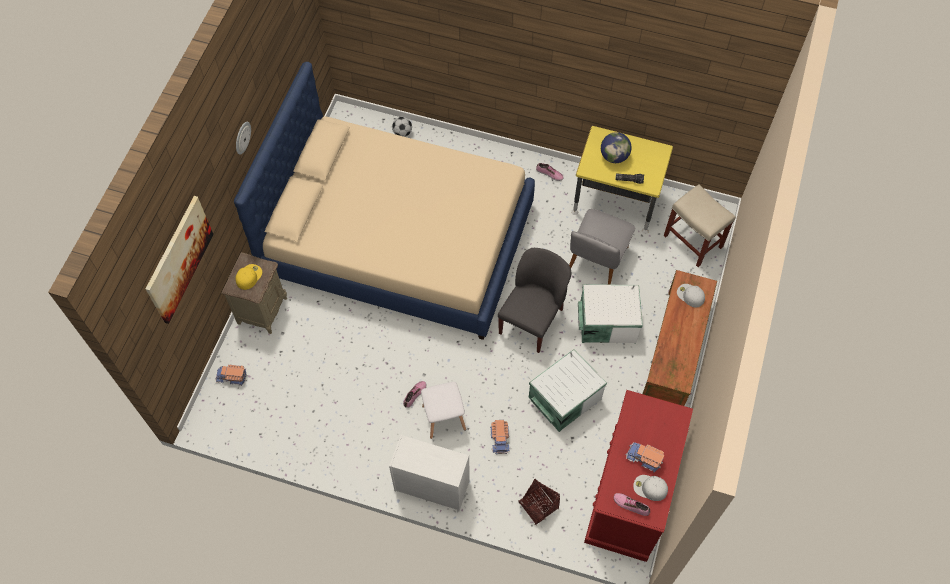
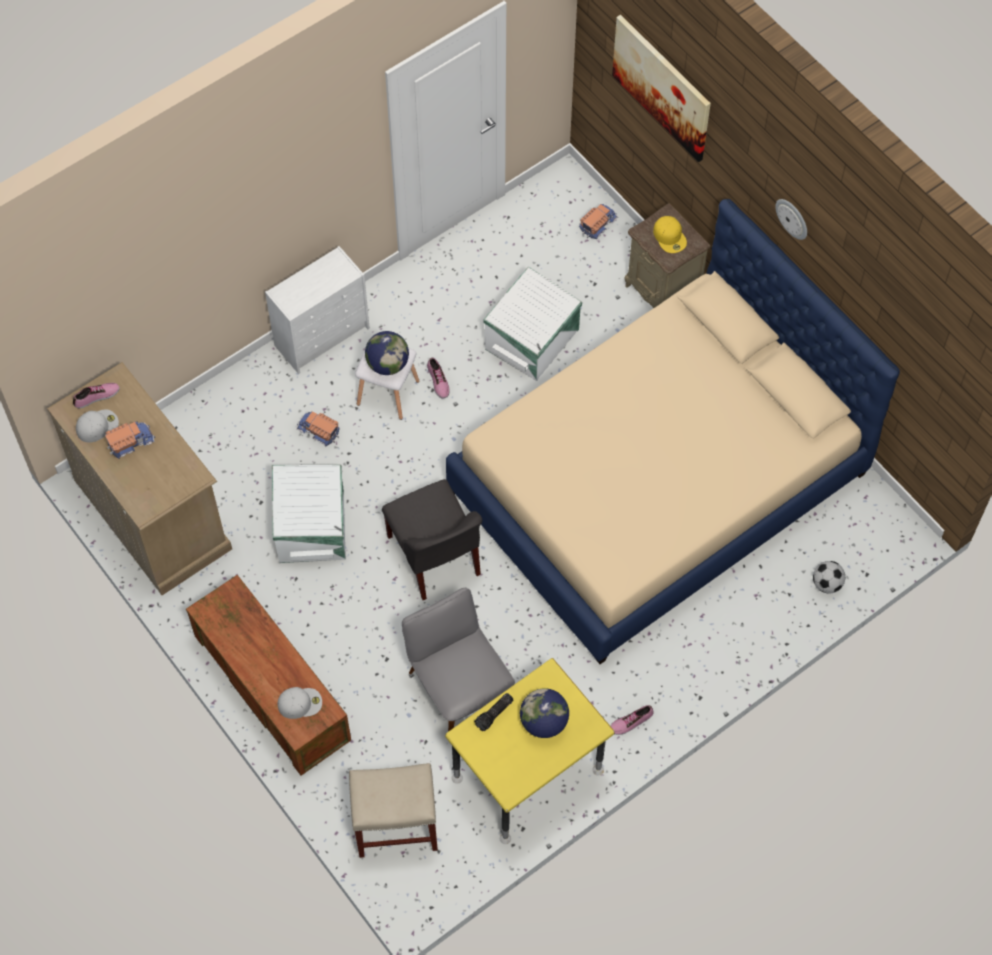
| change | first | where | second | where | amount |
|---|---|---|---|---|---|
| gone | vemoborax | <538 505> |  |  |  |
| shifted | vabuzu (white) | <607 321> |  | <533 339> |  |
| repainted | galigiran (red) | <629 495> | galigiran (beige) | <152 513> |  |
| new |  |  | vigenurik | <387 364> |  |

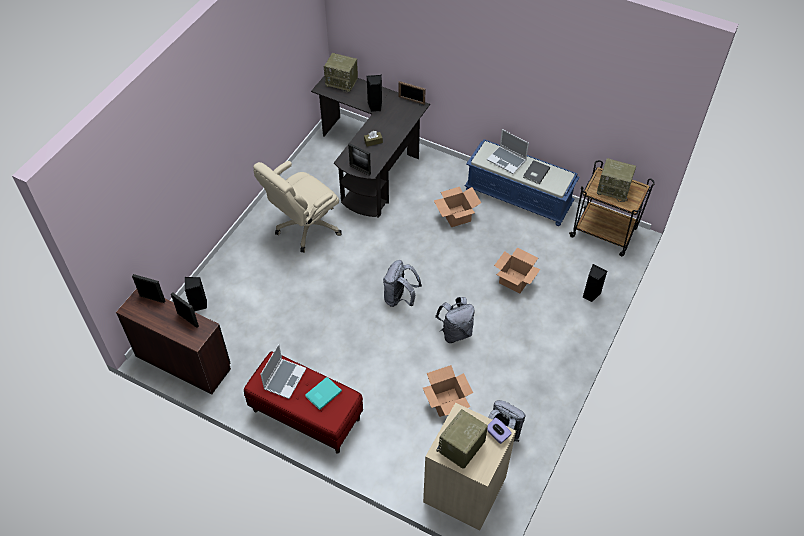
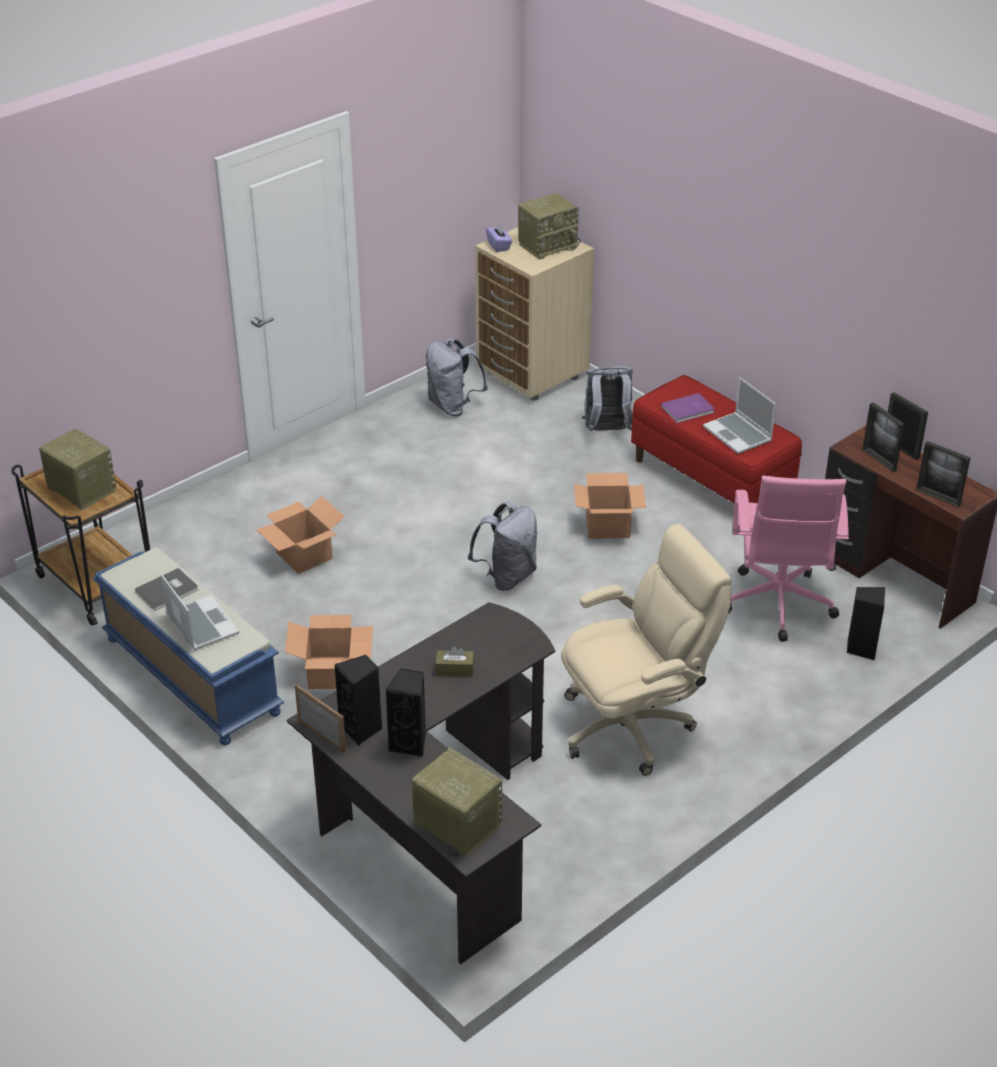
| change | first | where | second | where | amount |
|---|---|---|---|---|---|
| rotated | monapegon | <284 378> |  | <738 434> | 75 degrees counterclockwise |
| repainted | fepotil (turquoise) | <322 393> | fepotil (purple) | <688 410> |  |
| shifted | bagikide | <360 170> |  | <901 449> |  |
| shifted | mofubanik | <447 402> |  | <607 526> |  |
| shifted | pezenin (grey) | <455 332> |  | <607 431> |  |
| shifted | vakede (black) | <590 294> |  | <362 730> |  |
| new |  |  | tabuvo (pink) | <778 608> |  |

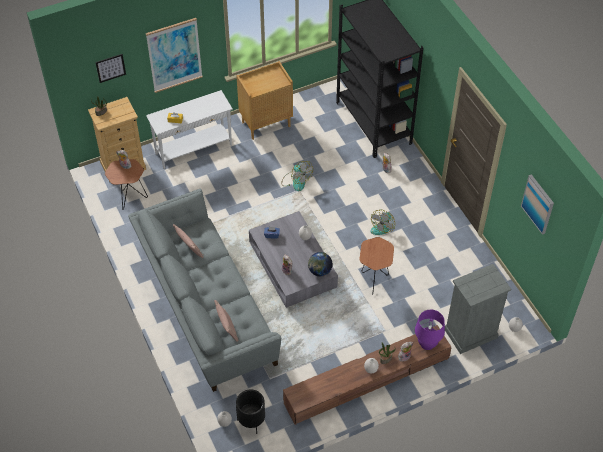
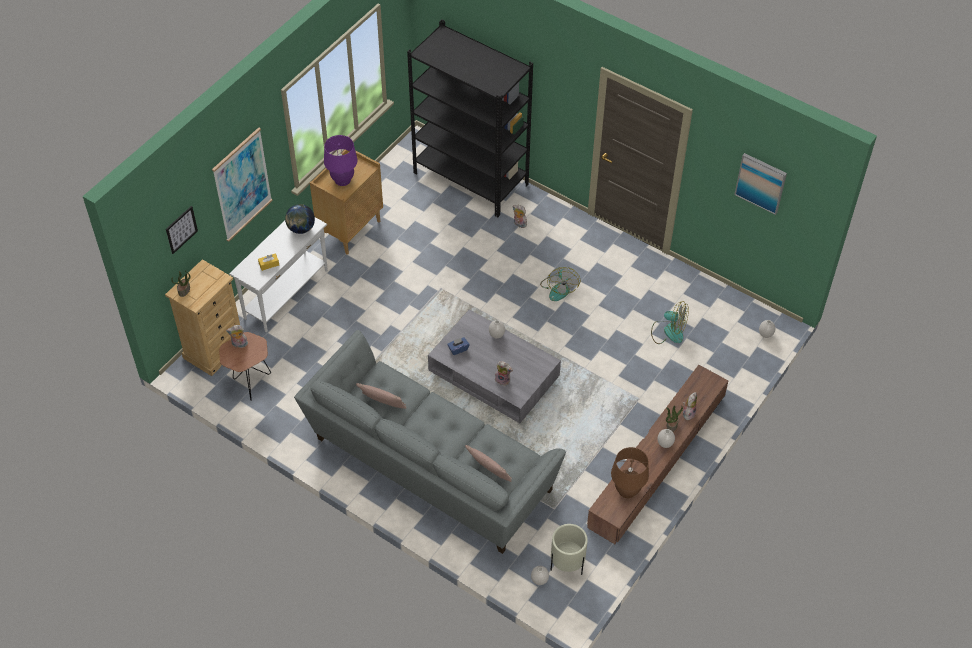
| change | first | where | second | where | amount |
|---|---|---|---|---|---|
| repainted | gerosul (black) | <251 421> | gerosul (beige) | <567 564> |  |
| shifted | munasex | <296 181> |  | <668 331> |  |
| shifted | vigenurik | <320 271> |  | <301 228> |  |
| gone | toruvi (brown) | <374 279> |  |  |  |
| shifted | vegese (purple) | <427 343> |  | <342 180> |  |
| gone | galigiran (grey) | <470 333> |  |  |  |
| new |  |  | vegese (brown) | <627 490> |  |

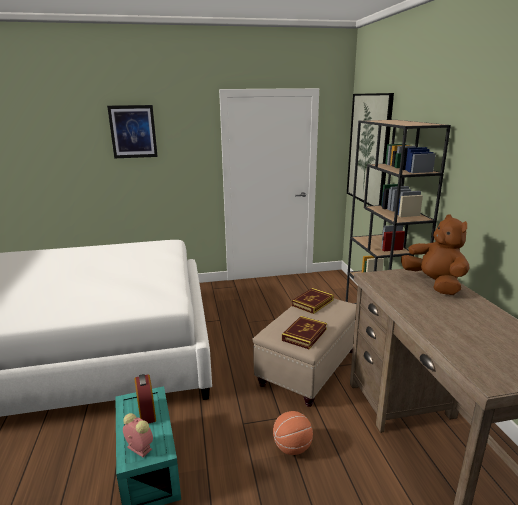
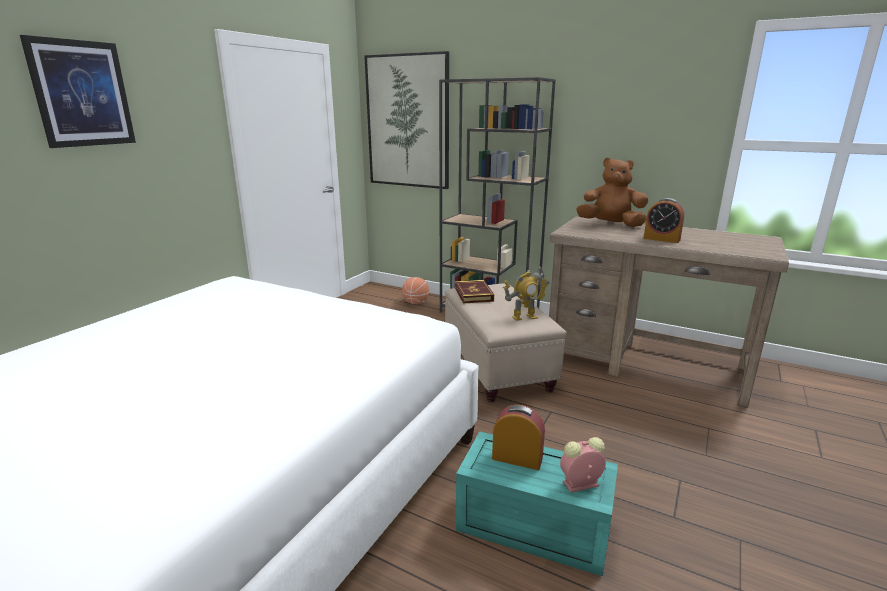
| change | first | where | second | where | amount |
|---|---|---|---|---|---|
| shifted | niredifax | <292 447> |  | <416 303> |  |
| swapped | fepotil | <304 334> | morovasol | <524 317> |  |
| new |  |  | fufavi | <661 239> |  |

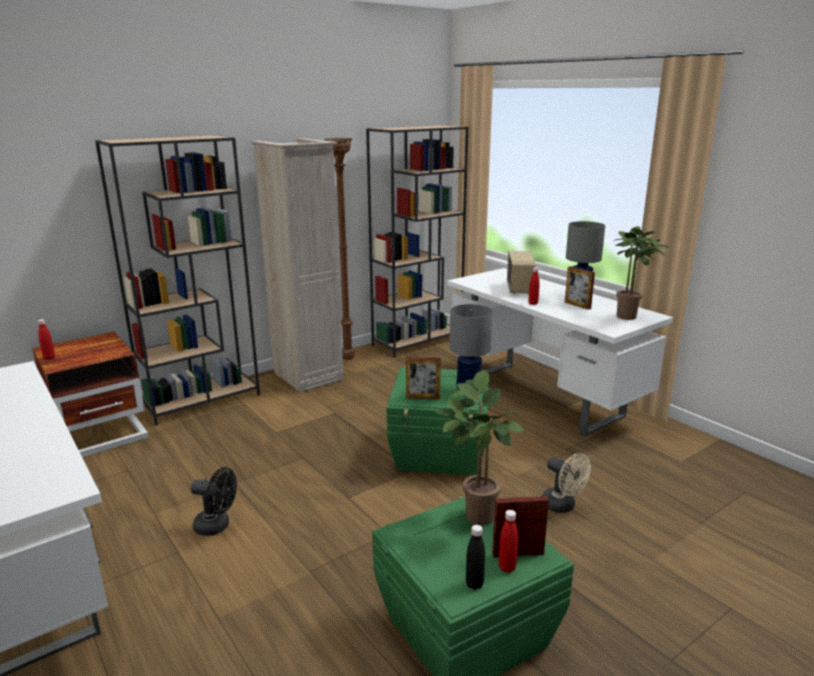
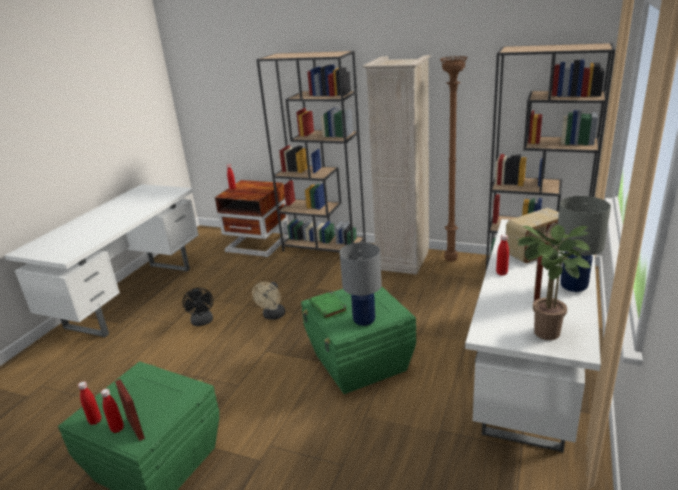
| change | first | where | second | where | amount |
|---|---|---|---|---|---|
| swapped | bagikide | <423 397> | fepotil (green) | <328 308> |  |
| gone | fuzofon | <475 514> |  |  |  |
| repainted | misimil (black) | <474 584> | misimil (red) | <95 421> |  |
| shifted | munasex (beige) | <562 506> |  | <272 316> |  |

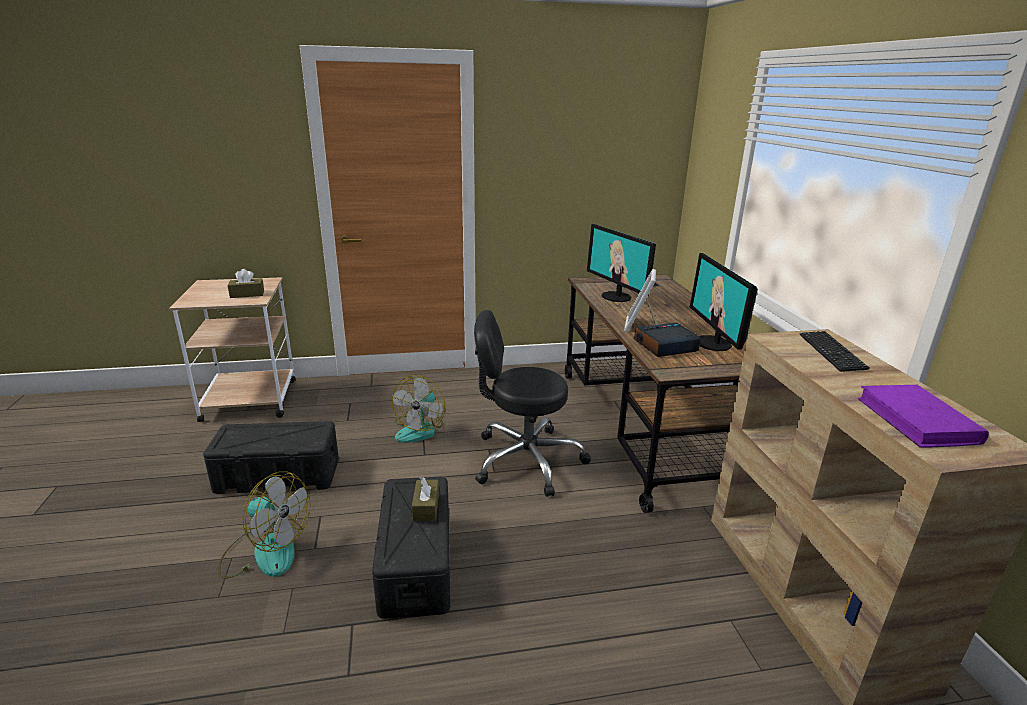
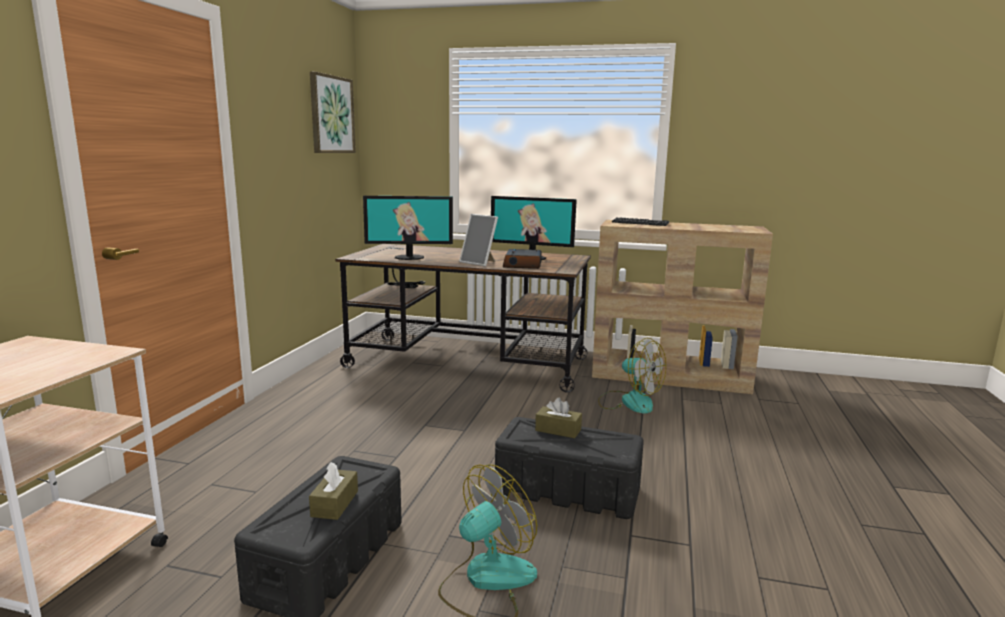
| change | first | where | second | where | amount |
|---|---|---|---|---|---|
| shifted | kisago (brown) | <247 294> |  | <335 503> |  |
| shifted | munasex | <420 429> |  | <629 401> |  |
| gone | tabuvo (black) | <521 460> |  |  |  |
| gone | fepotil (purple) | <917 420> |  |  |  |
| new |  |  | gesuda | <331 114> |  |

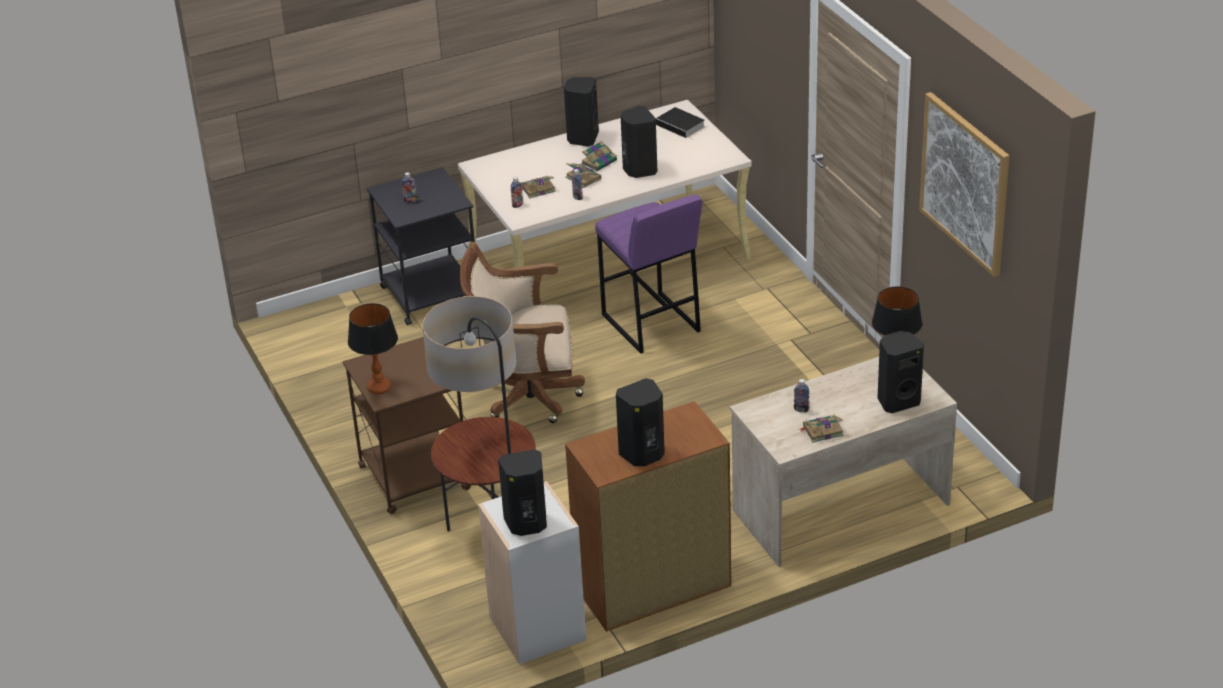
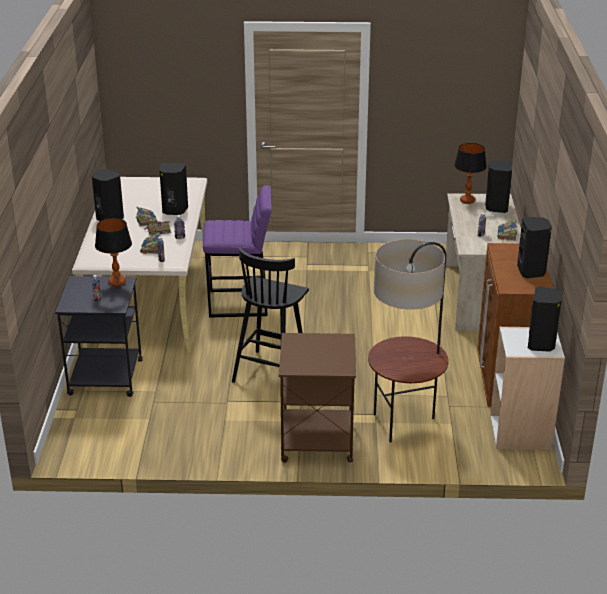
| change | first | where | second | where | amount |
|---|---|---|---|---|---|
| shifted | vegese | <379 388> |  | <117 282> |  |
| swapped | tabuvo | <526 397> | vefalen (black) | <270 370> |  |
| gone | fepotil | <681 126> |  |  |  |
| gone | gesuda | <965 183> |  |  |  |

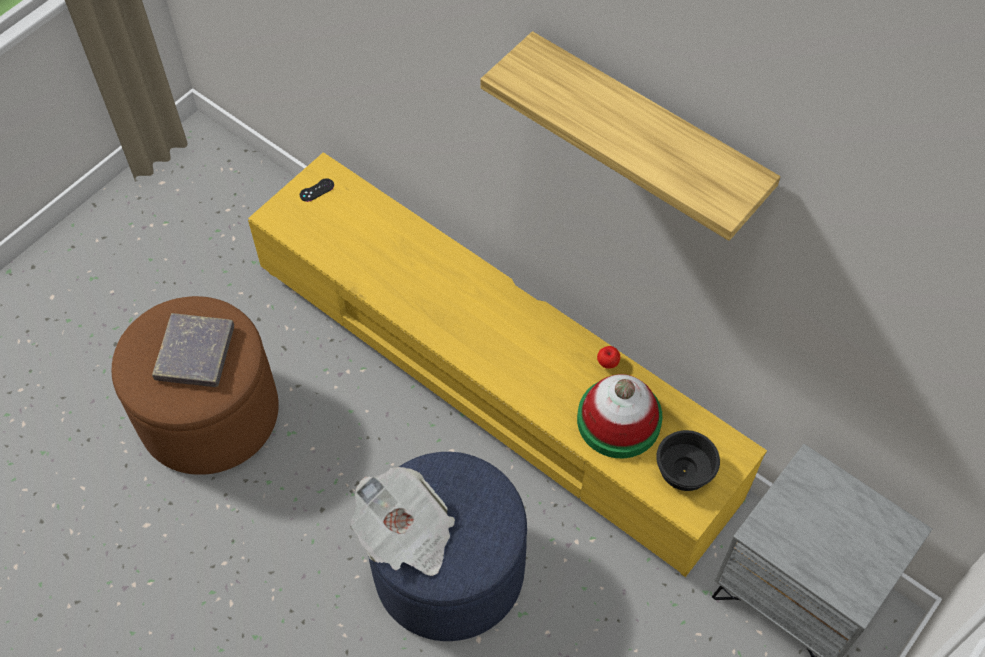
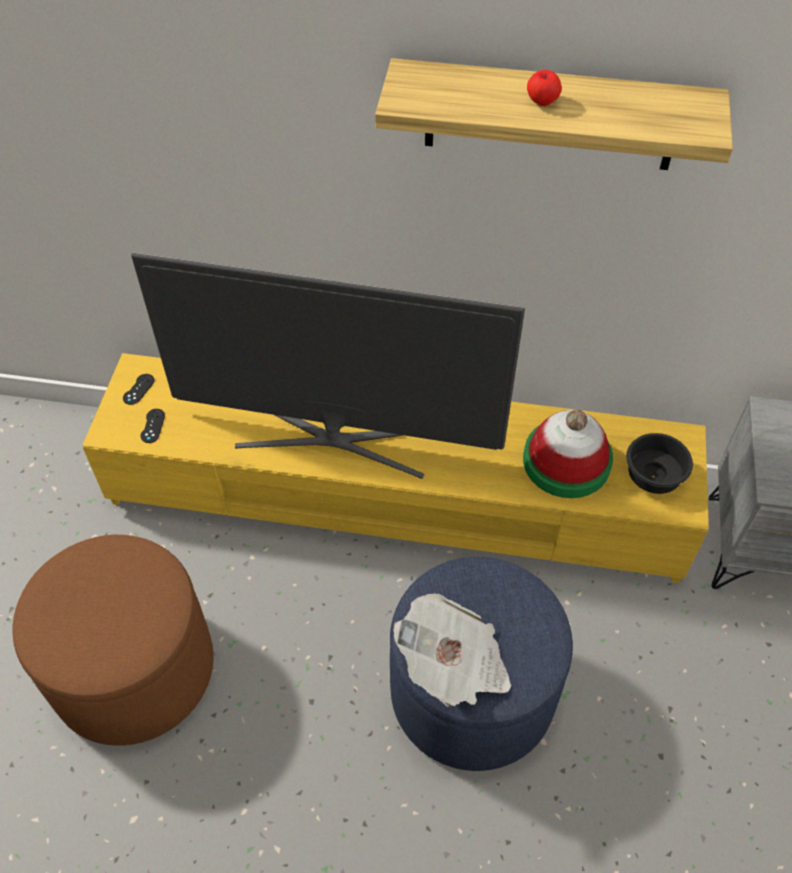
| change | first | where | second | where | amount |
|---|---|---|---|---|---|
| gone | fepotil (grey) | <195 353> |  |  |  |
| shifted | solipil | <608 362> |  | <542 101> |  |
| new |  |  | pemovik | <336 437> |  |
| new |  |  | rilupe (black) | <152 426> |  |

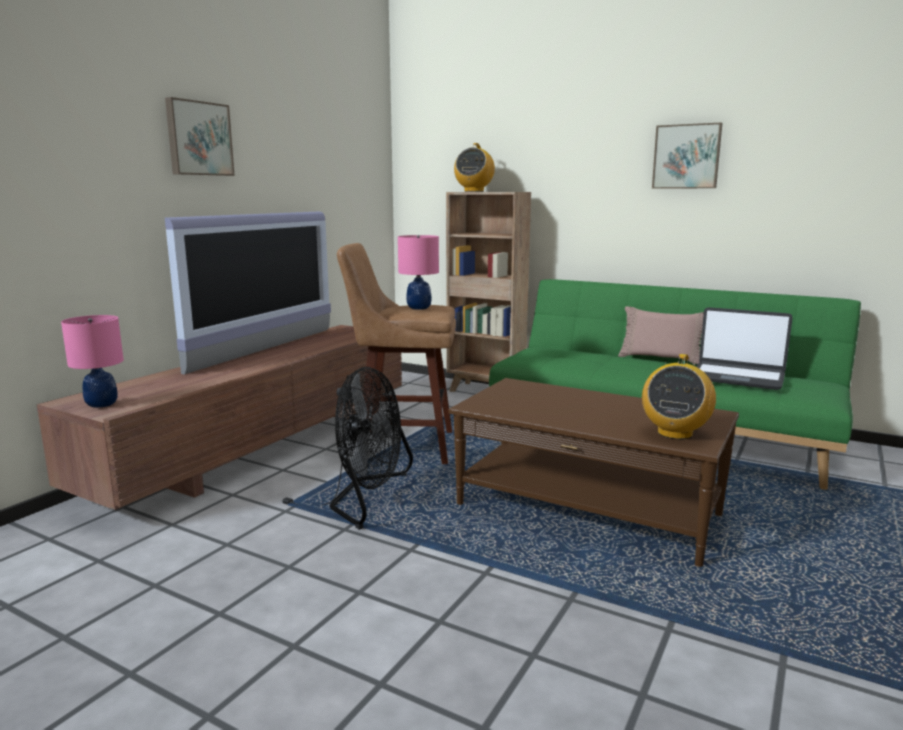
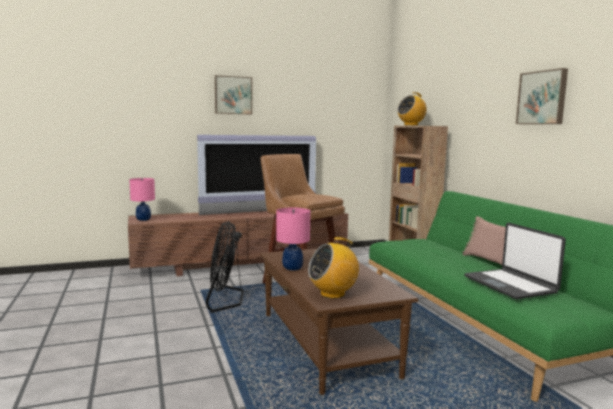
| change | first | where | second | where | amount |
|---|---|---|---|---|---|
| rotated | munasex (black) | <358 499> |  | <231 298> | 120 degrees clockwise |
| shifted | vegese (pink) | <417 308> |  | <291 268> |  |

